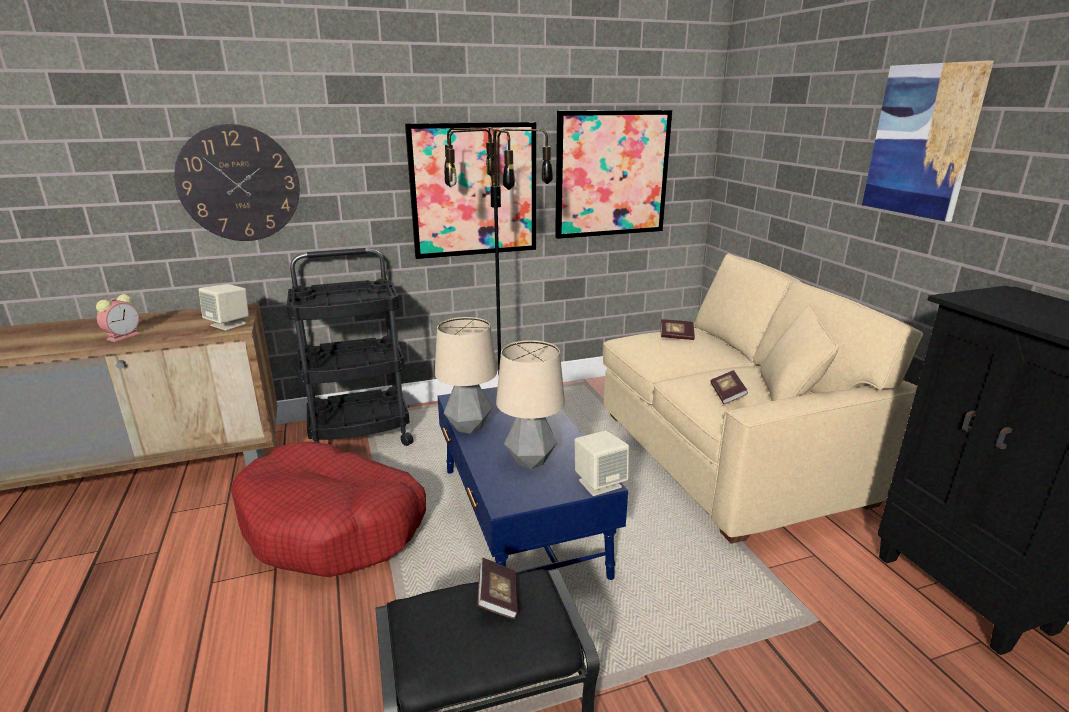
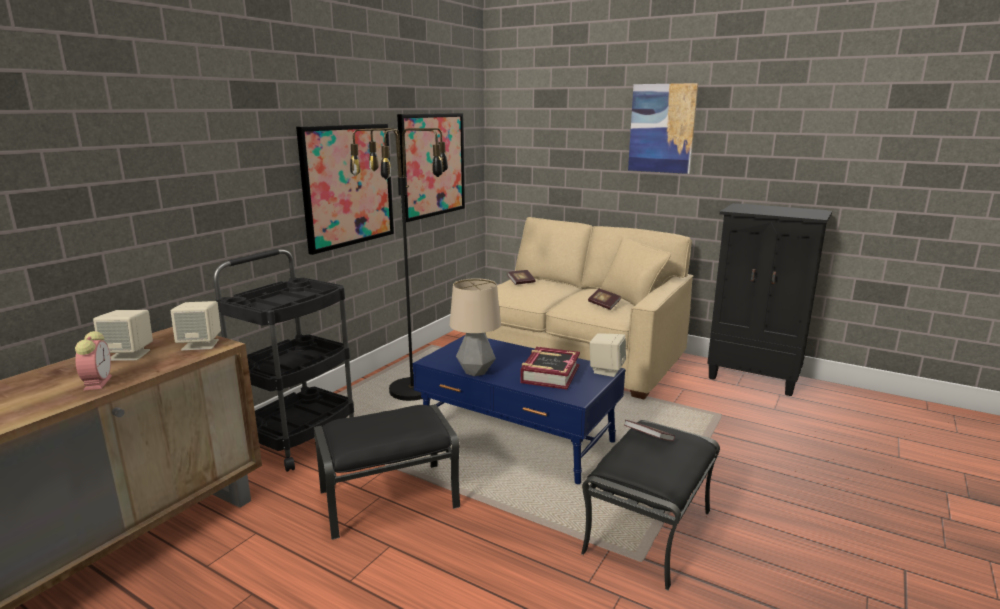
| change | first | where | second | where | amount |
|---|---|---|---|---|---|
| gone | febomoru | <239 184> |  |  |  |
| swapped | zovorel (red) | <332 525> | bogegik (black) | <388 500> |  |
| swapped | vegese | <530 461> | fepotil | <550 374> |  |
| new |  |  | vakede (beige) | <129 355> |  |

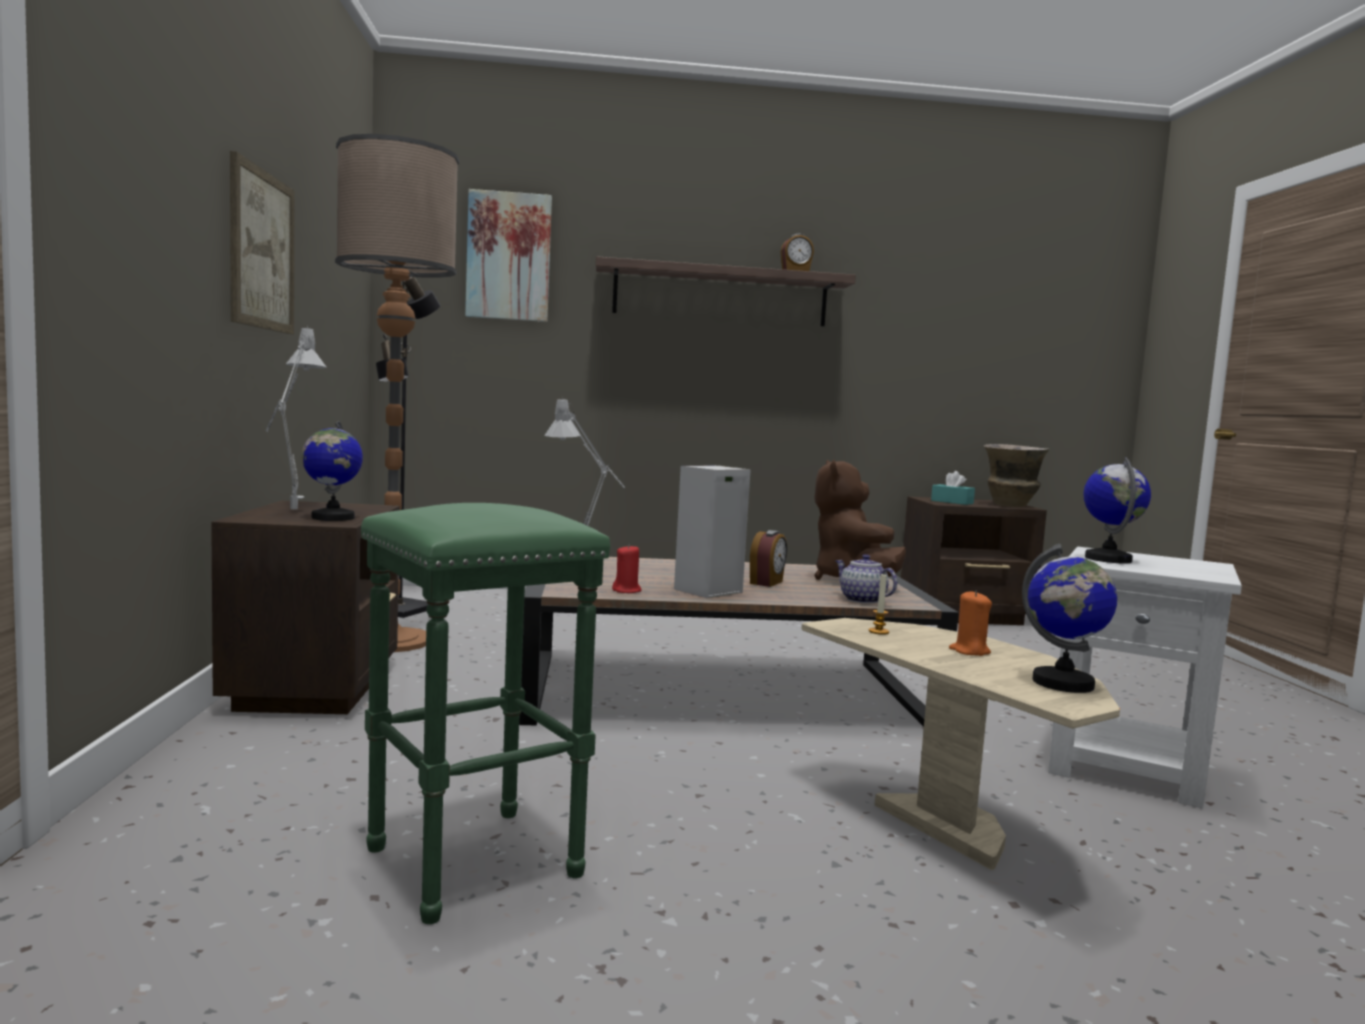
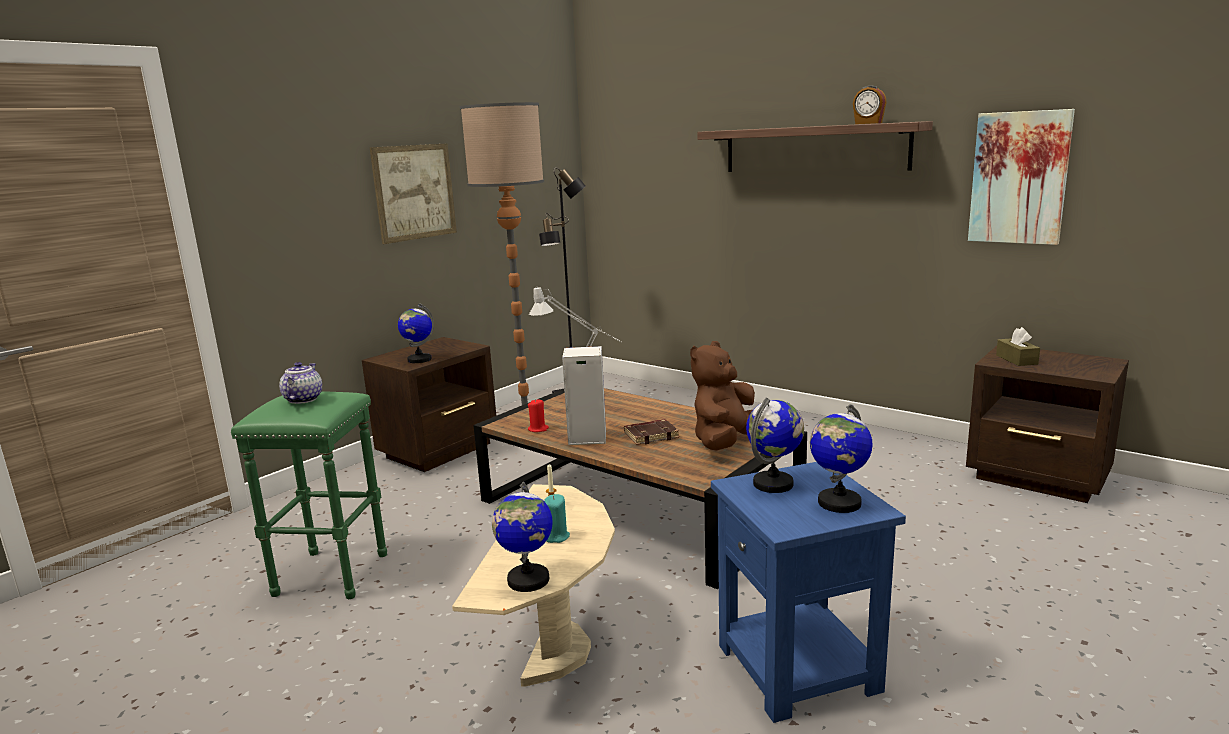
| change | first | where | second | where | amount |
|---|---|---|---|---|---|
| gone | vegese (grey) | <291 513> |  |  |  |
| shifted | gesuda | <508 256> |  | <1019 178> |  |
| swapped | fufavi | <767 582> | fepotil (brown) | <651 435> |  |
| shifted | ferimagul | <861 600> |  | <303 399> |  |
| repainted | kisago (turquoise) | <952 502> | kisago (brown) | <1016 360> |  |
| repainted | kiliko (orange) | <969 651> | kiliko (turquoise) | <556 536> |  |
| gone | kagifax | <1011 506> |  |  |  |
| repainted | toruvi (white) | <1128 768> | toruvi (blue) | <799 669> |  |
| new |  |  | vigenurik | <838 503> |  |

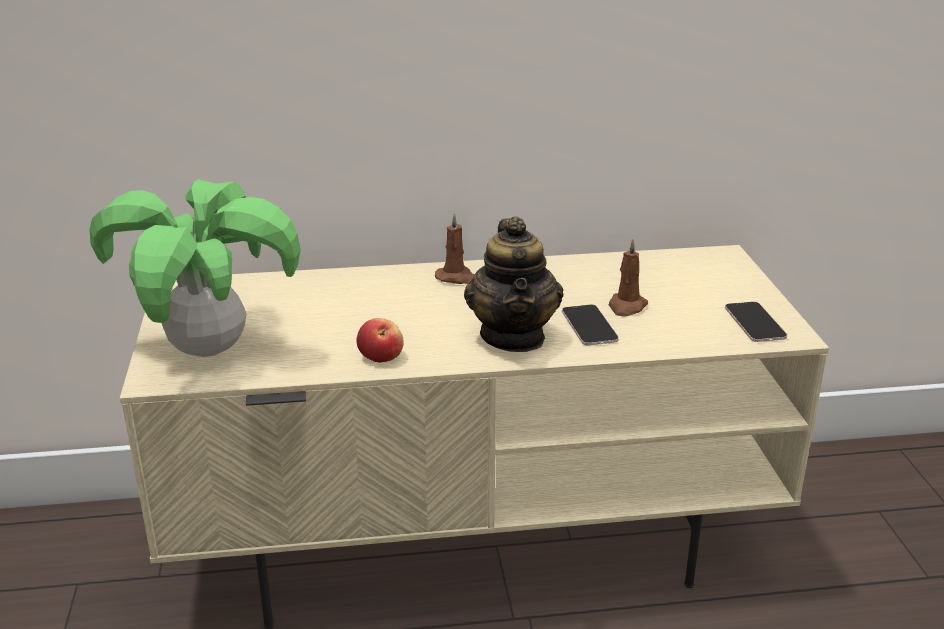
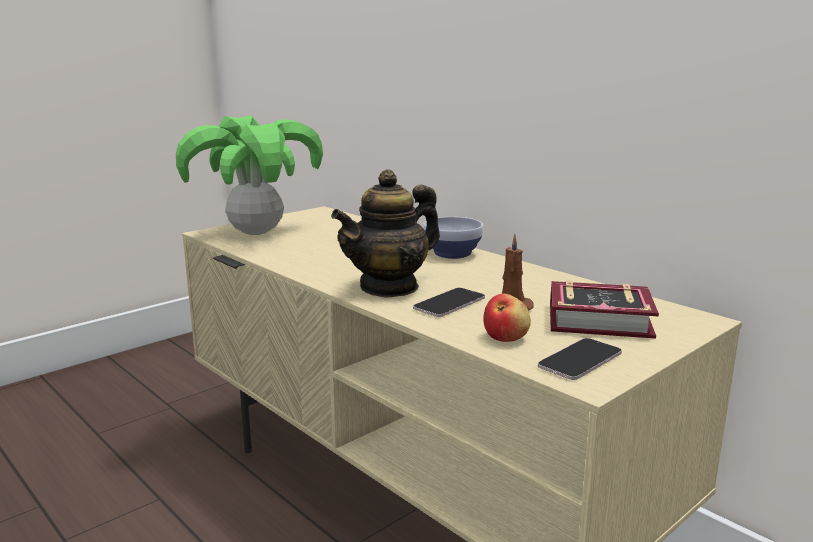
| change | first | where | second | where | amount |
|---|---|---|---|---|---|
| shifted | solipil | <381 356> |  | <506 337> |  |
| swapped | kiliko (brown) | <456 278> | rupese | <452 254> |  |
| new |  |  | fepotil | <604 322> |  |

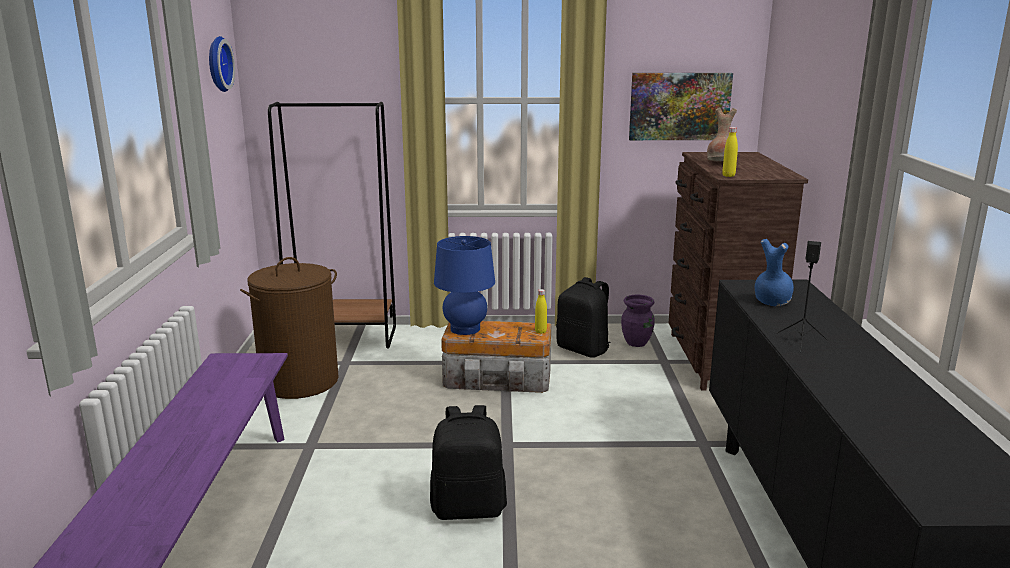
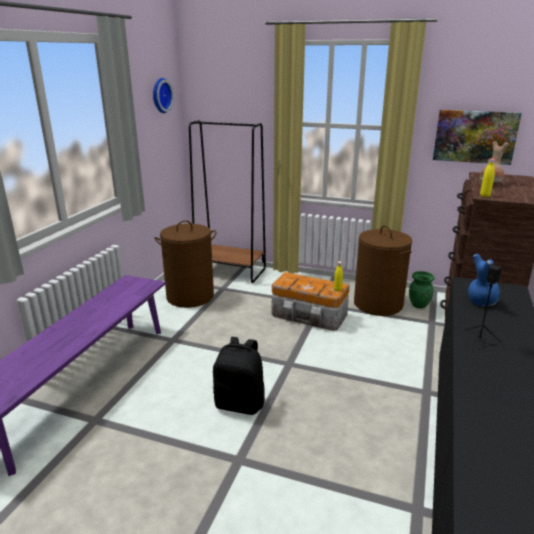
| change | first | where | second | where | amount |
|---|---|---|---|---|---|
| gone | vegese (blue) | <465 329> |  |  |  |
| swapped | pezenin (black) | <584 350> | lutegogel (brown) | <378 304> |  |
| repainted | kagifax (purple) | <637 343> | kagifax (green) | <419 305> |  |

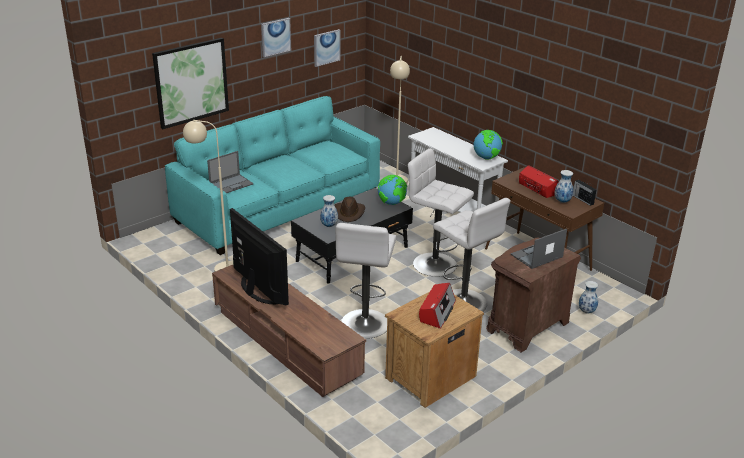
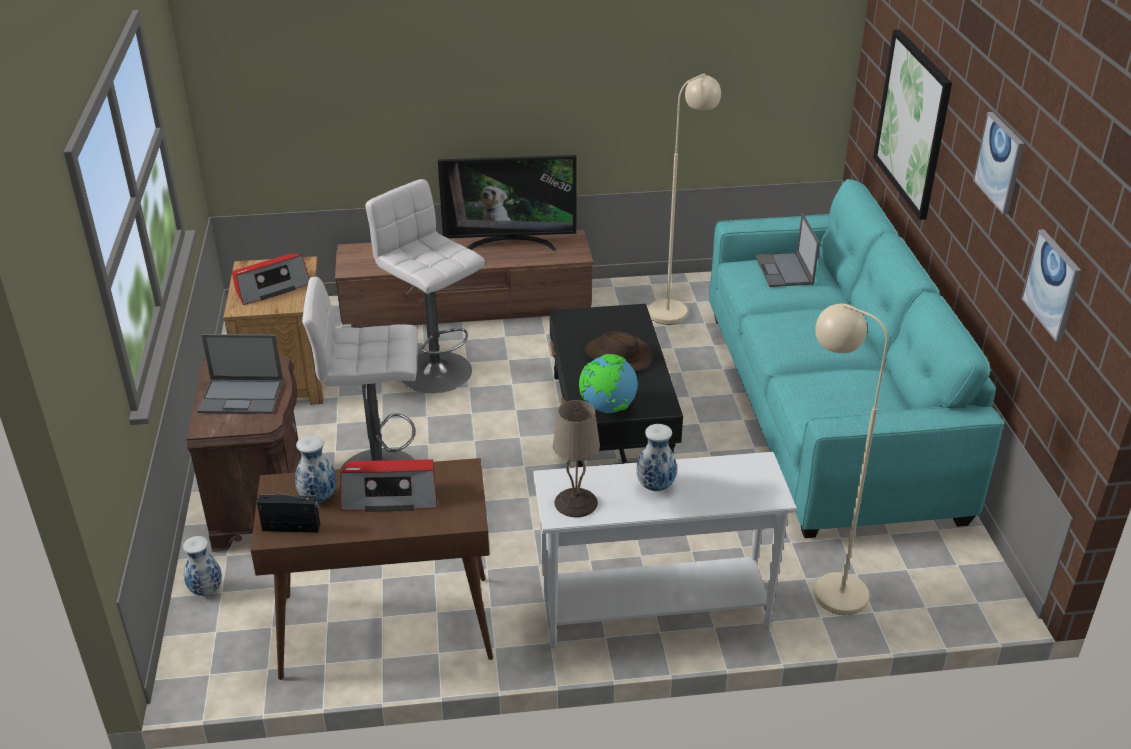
| change | first | where | second | where | amount |
|---|---|---|---|---|---|
| shifted | kagifax | <329 225> |  | <655 486> |  |
| gone | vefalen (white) | <434 264> |  |  |  |
| rotated | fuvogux | <437 311> |  | <271 287> | 90 degrees counterclockwise |
| swapped | vigenurik | <486 158> | vegese (beige) | <577 503> |  |
| rotated | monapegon | <536 256> |  | <242 396> | 90 degrees clockwise |

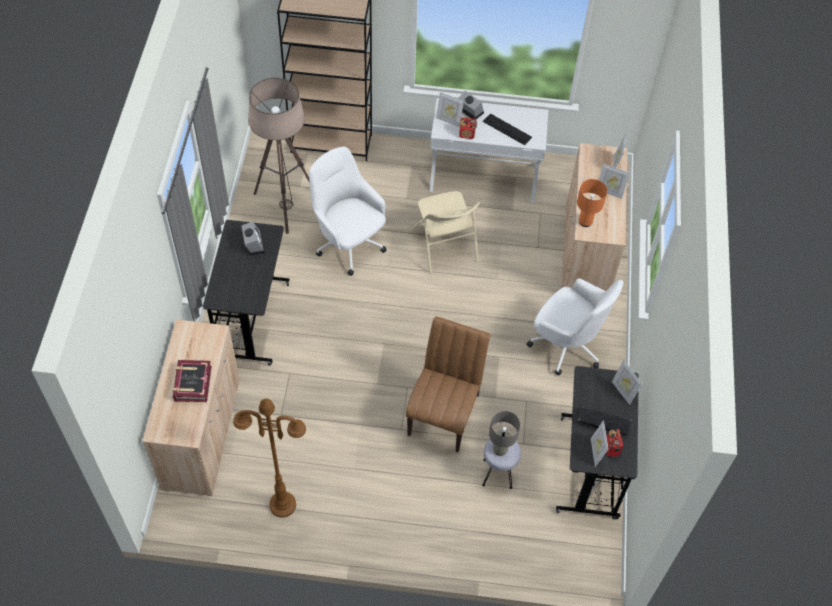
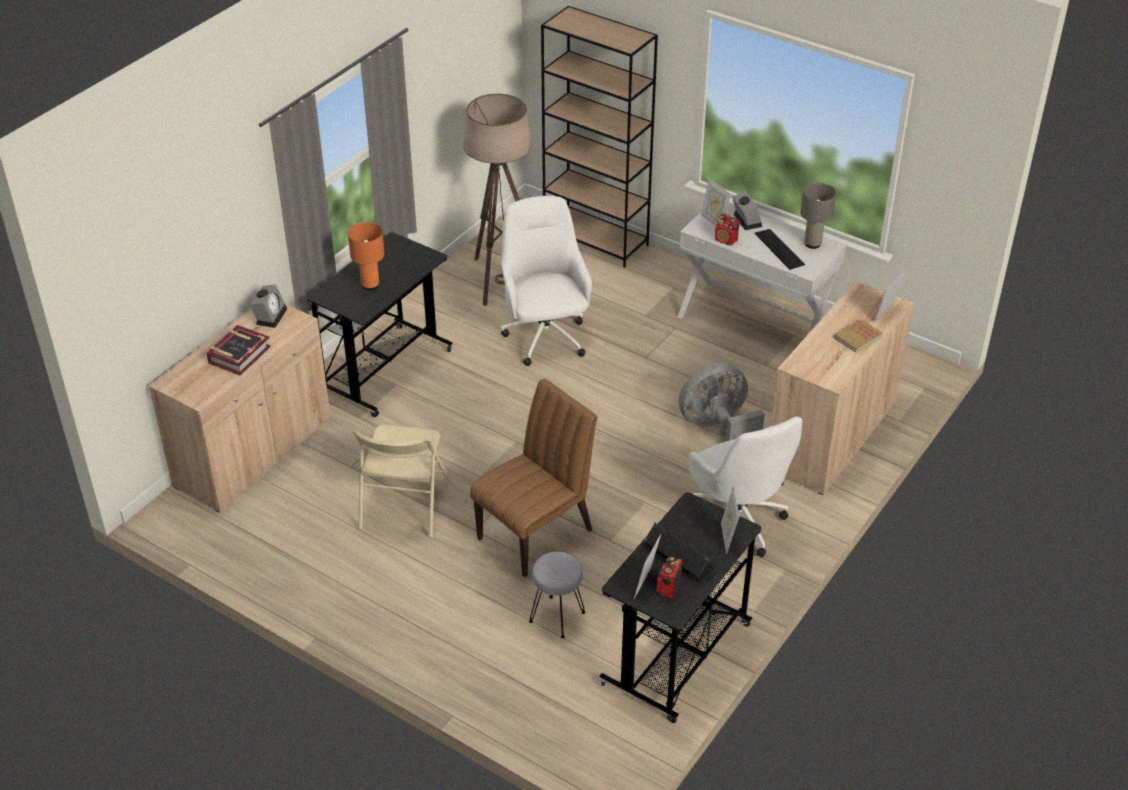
| change | first | where | second | where | amount |
|---|---|---|---|---|---|
| gone | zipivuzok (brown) | <283 505> |  |  |  |
| shifted | fufavi | <254 244> |  | <270 315> |  |
| shifted | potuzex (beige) | <444 245> |  | <404 504> |  |
| shifted | vegese (grey) | <499 449> |  | <812 243> |  |
| shifted | vegese (orange) | <585 222> |  | <370 285> |  |
| swapped | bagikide | <609 192> | fepotil | <857 337> |  |
| new |  |  | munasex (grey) | <717 427> |  |

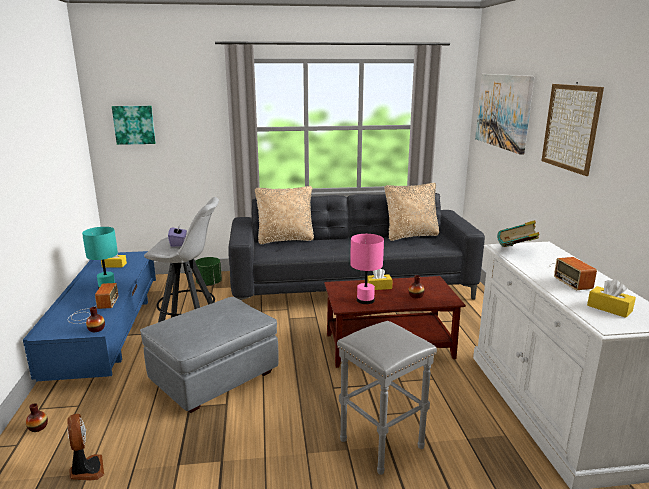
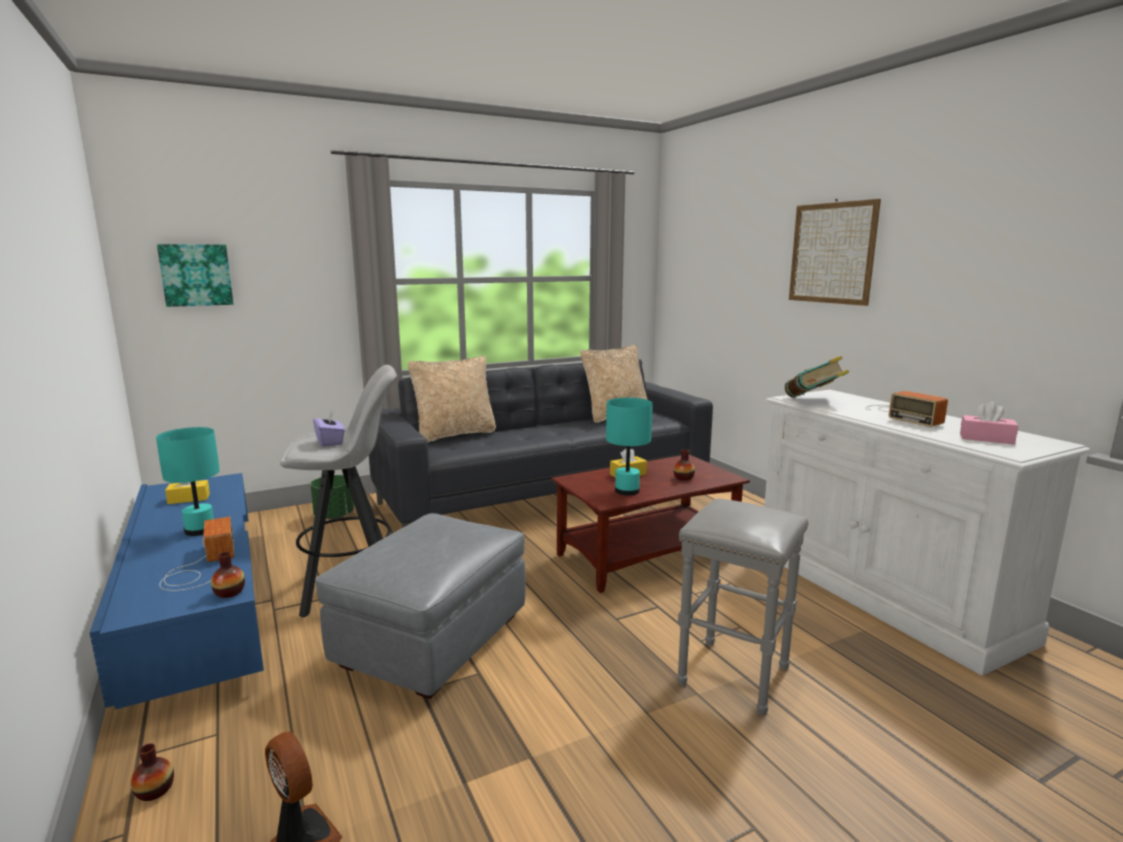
| change | first | where | second | where | amount |
|---|---|---|---|---|---|
| repainted | vegese (pink) | <365 300> | vegese (turquoise) | <626 491> |  |
| gone | gesuda | <503 111> |  |  |  |
| repainted | kisago (yellow) | <609 308> | kisago (pink) | <986 438> |  |

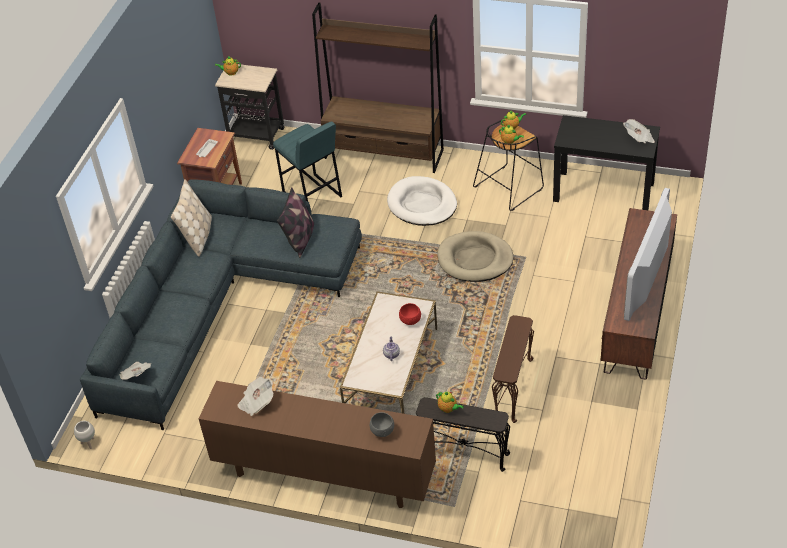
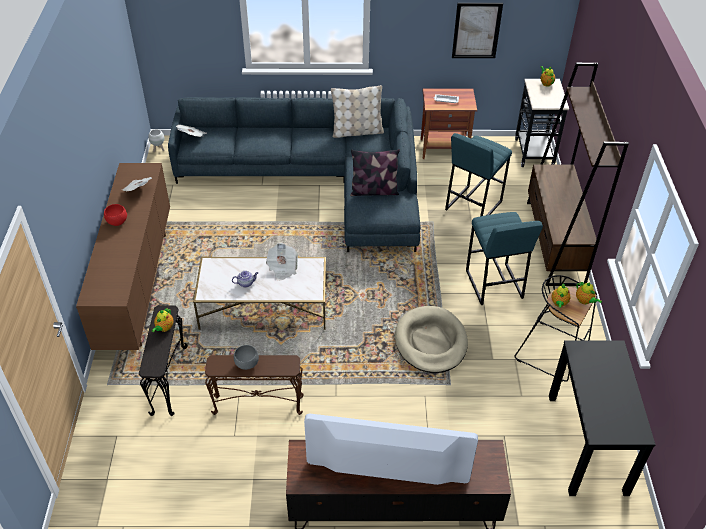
| change | first | where | second | where | amount |
|---|---|---|---|---|---|
| shifted | rupese (grey) | <383 431> |  | <247 364> |  |
| swapped | zovorel (white) | <422 204> | vefalen (turquoise) | <494 285> |  |
| shifted | rupese (red) | <411 321> |  | <117 222> |  |
| shifted | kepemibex | <638 138> |  | <282 268> |  |
| new |  |  | gesuda | <476 30> |  |

